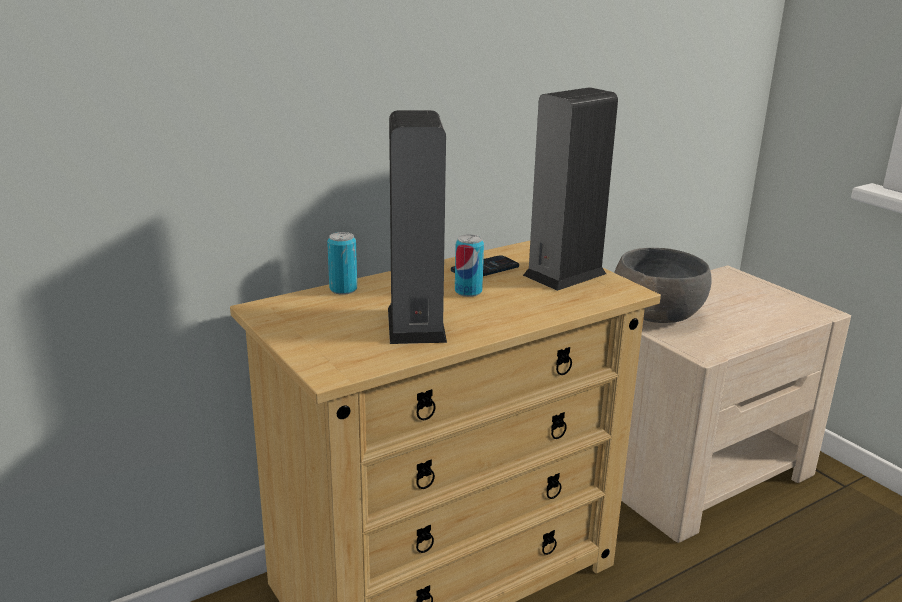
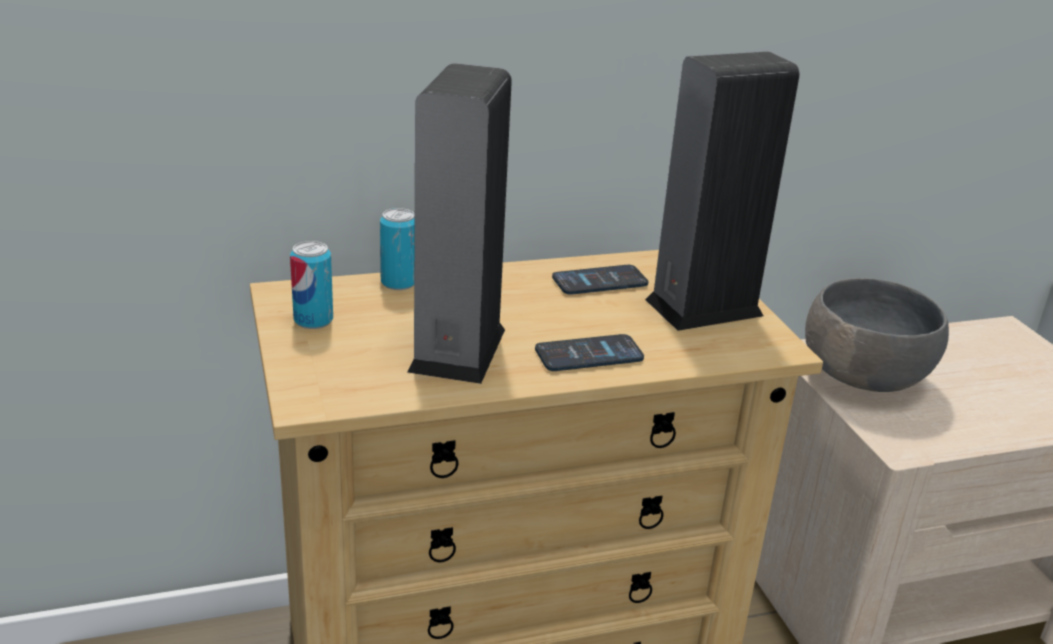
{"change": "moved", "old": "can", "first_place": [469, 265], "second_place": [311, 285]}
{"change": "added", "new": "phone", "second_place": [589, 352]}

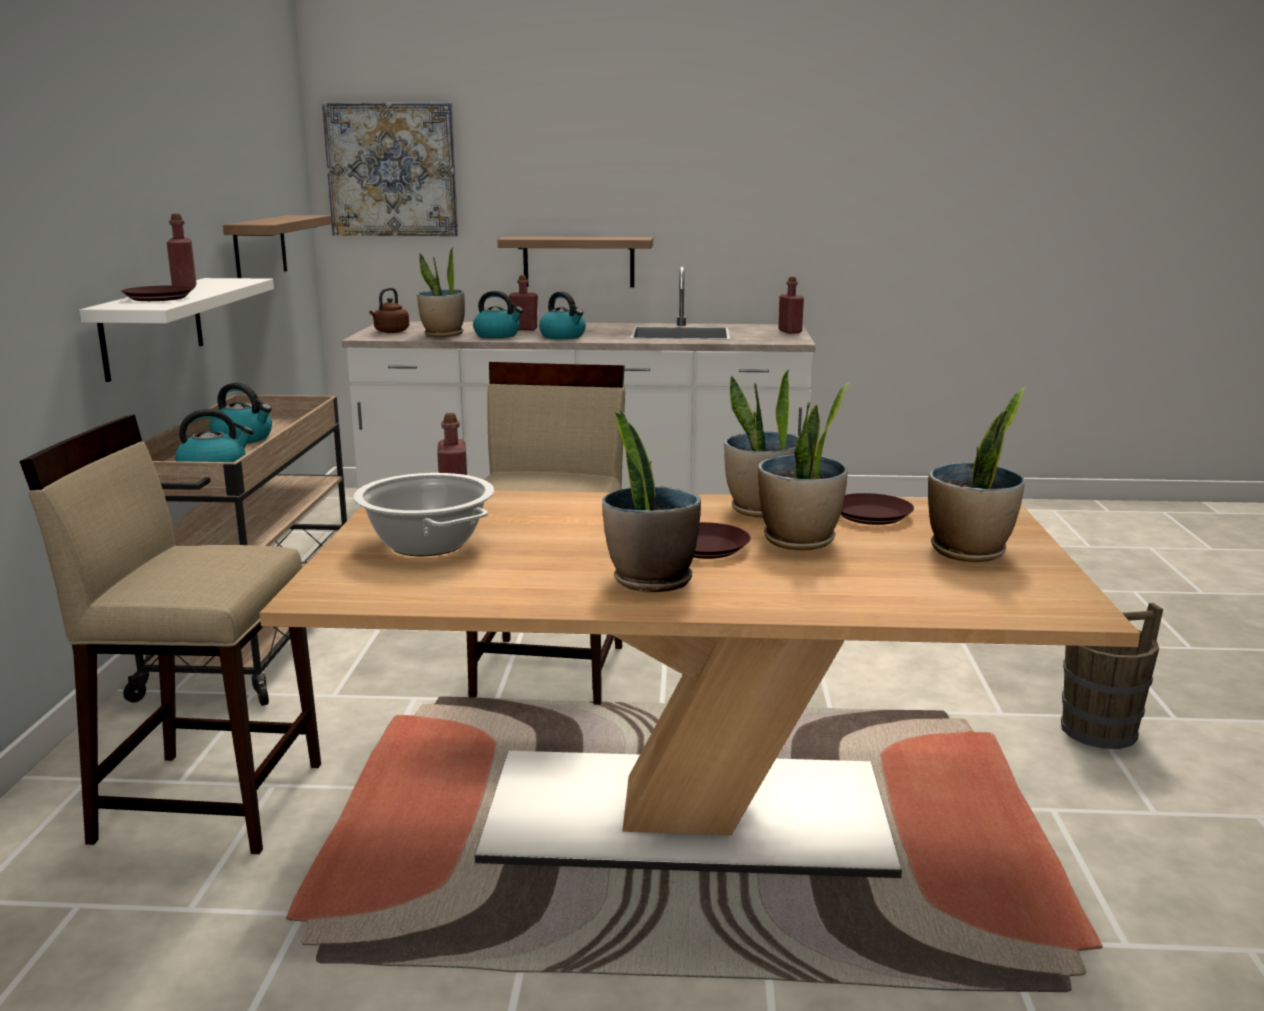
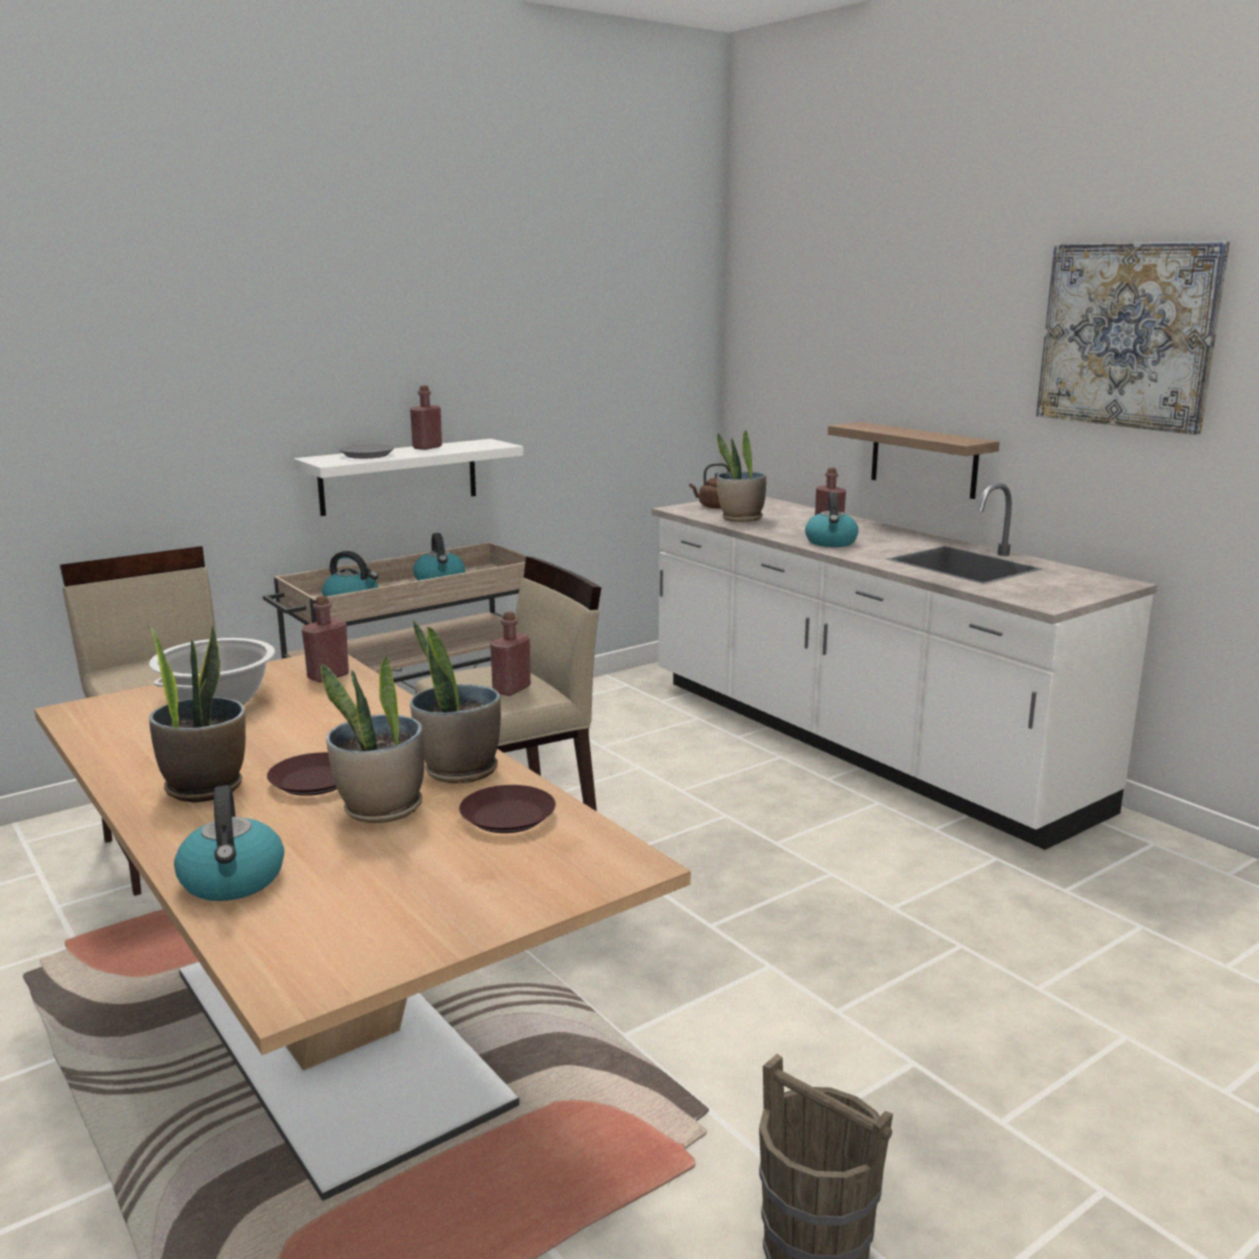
{"change": "recoloured", "old": "brown plate", "new": "grey plate", "first_place": [157, 293], "second_place": [367, 451]}
{"change": "removed", "old": "shelf", "first_place": [277, 246]}
{"change": "moved", "old": "picture", "first_place": [390, 169], "second_place": [1133, 338]}
{"change": "moved", "old": "kettle", "first_place": [498, 314], "second_place": [229, 843]}
{"change": "moved", "old": "red bottle", "first_place": [791, 305], "second_place": [510, 653]}
{"change": "removed", "old": "potted plant", "first_place": [977, 474]}

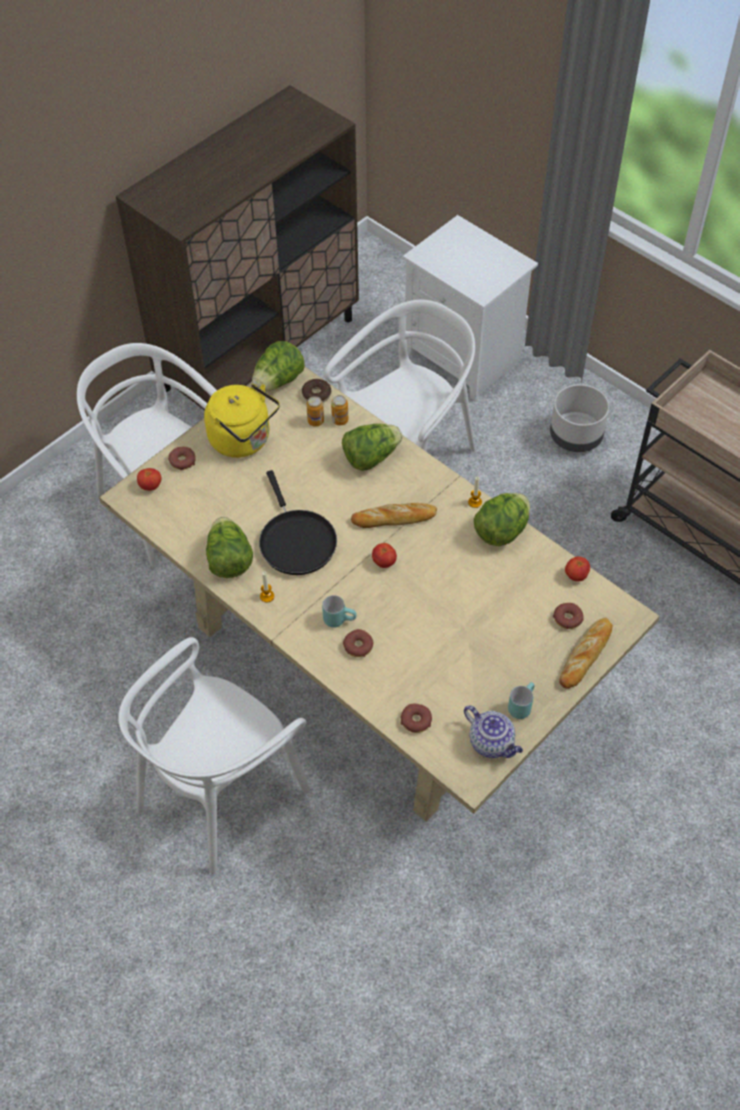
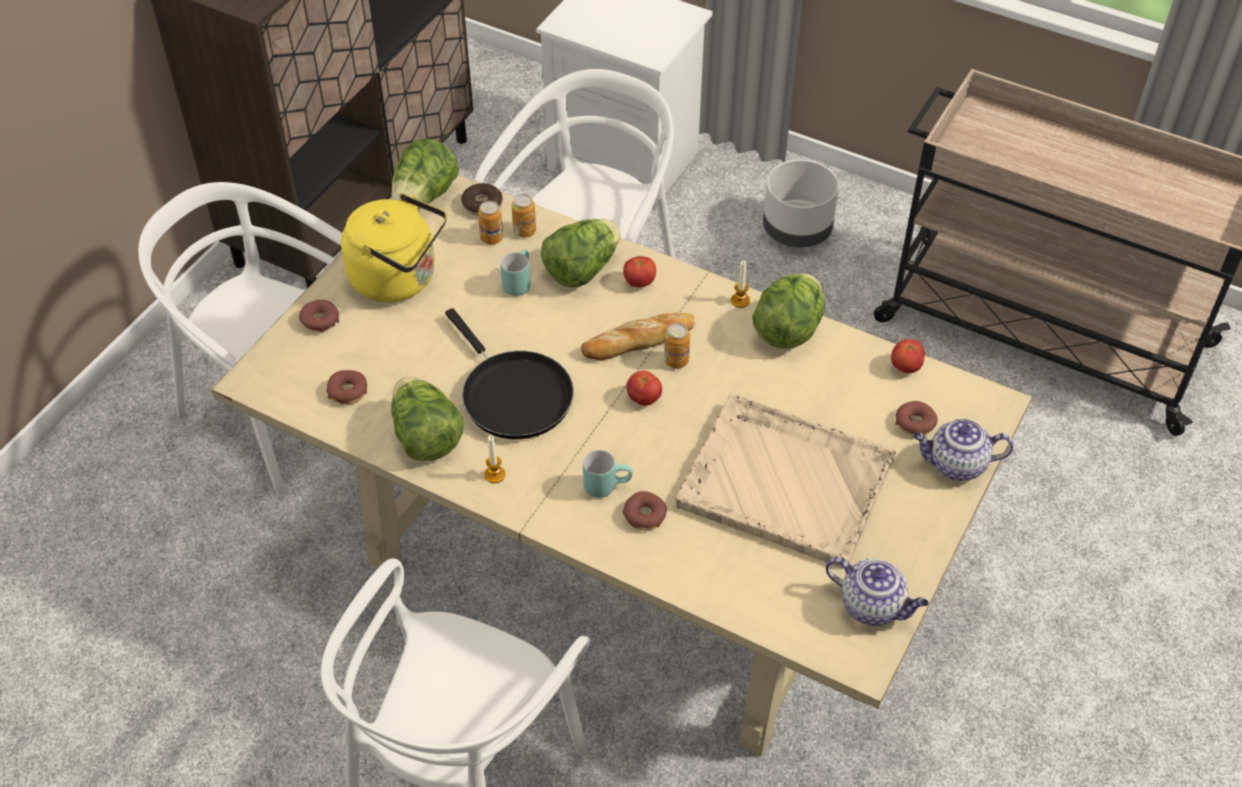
{"change": "moved", "old": "tomato", "first_place": [149, 479], "second_place": [639, 272]}
{"change": "moved", "old": "donut", "first_place": [416, 718], "second_place": [346, 387]}
{"change": "moved", "old": "turquoise mug", "first_place": [521, 700], "second_place": [515, 273]}
{"change": "replaced", "old": "bread", "new": "teapot", "first_place": [586, 653], "second_place": [963, 449]}
{"change": "added", "new": "can", "second_place": [677, 346]}
{"change": "added", "new": "beige tray", "second_place": [785, 481]}

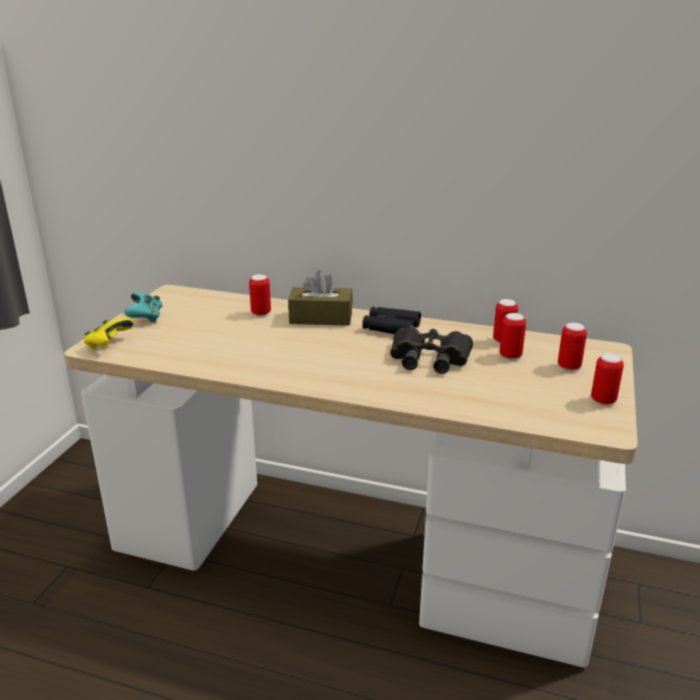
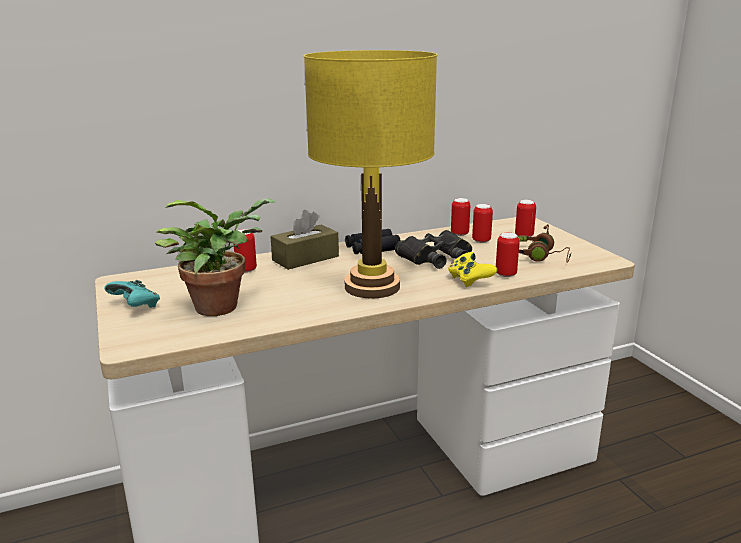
{"change": "moved", "old": "yellow game controller", "first_place": [109, 333], "second_place": [472, 269]}
{"change": "moved", "old": "can", "first_place": [607, 379], "second_place": [508, 255]}
{"change": "added", "new": "potted plant", "second_place": [216, 257]}
{"change": "added", "new": "yellow table lamp", "second_place": [370, 174]}
{"change": "added", "new": "brown headphones", "second_place": [544, 243]}

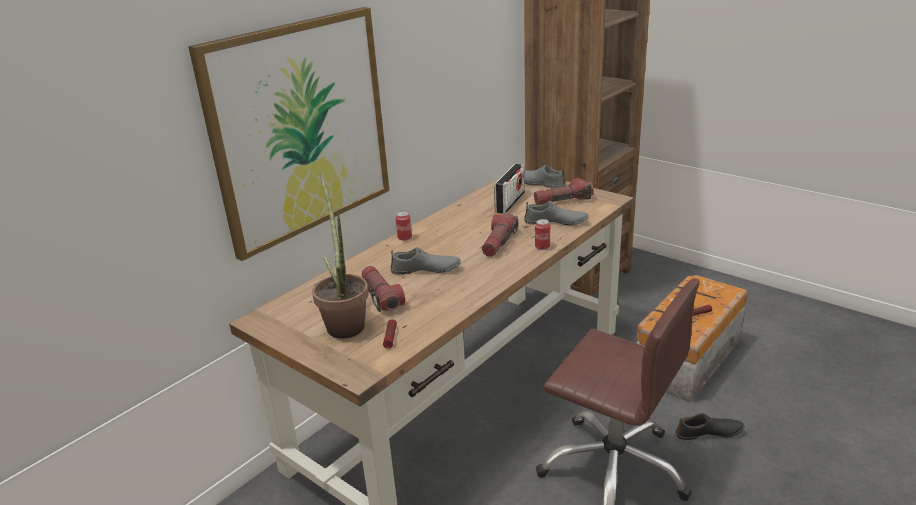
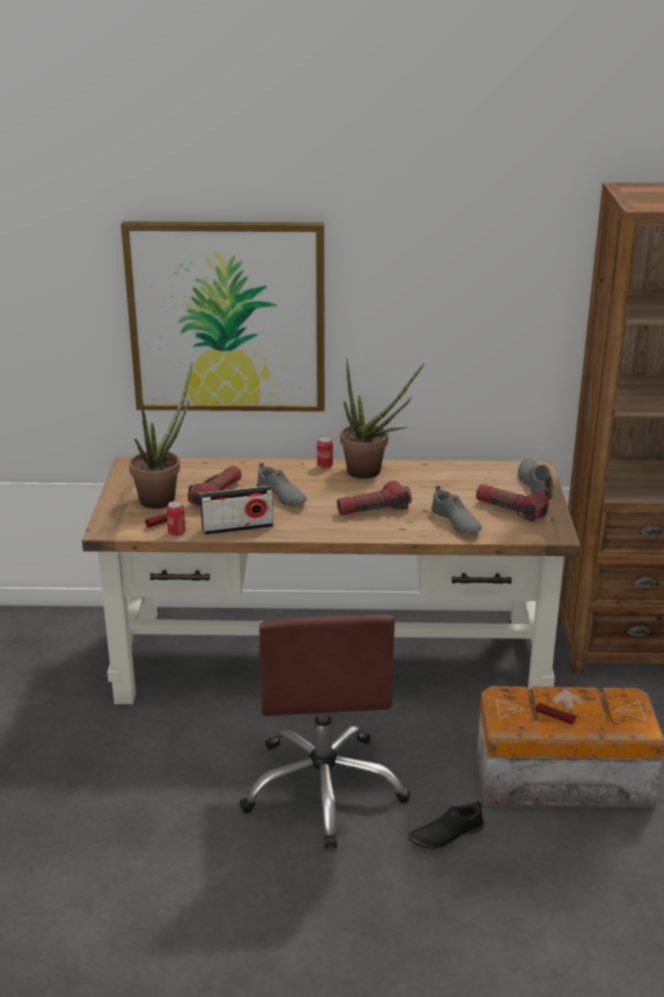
{"change": "moved", "old": "radio", "first_place": [509, 189], "second_place": [236, 510]}
{"change": "moved", "old": "can", "first_place": [542, 234], "second_place": [176, 518]}
{"change": "turned", "old": "black shoe", "first_place": [709, 426], "second_place": [446, 824], "degrees": 105}
{"change": "added", "new": "potted plant", "second_place": [382, 419]}

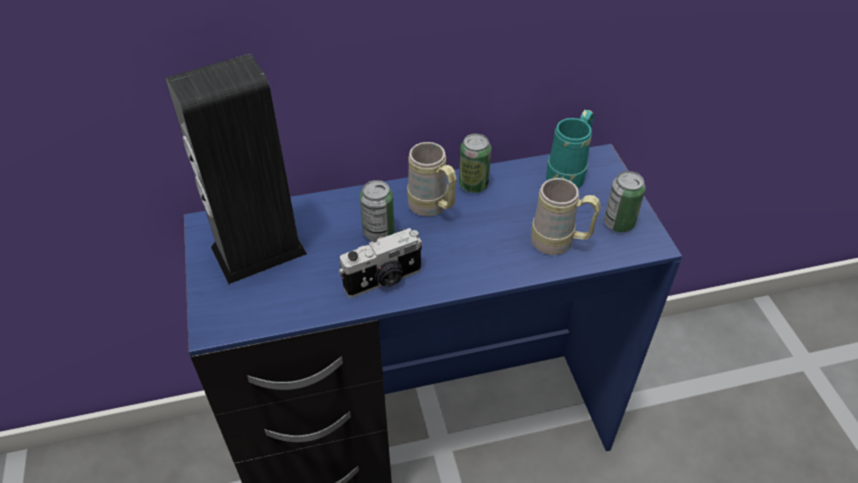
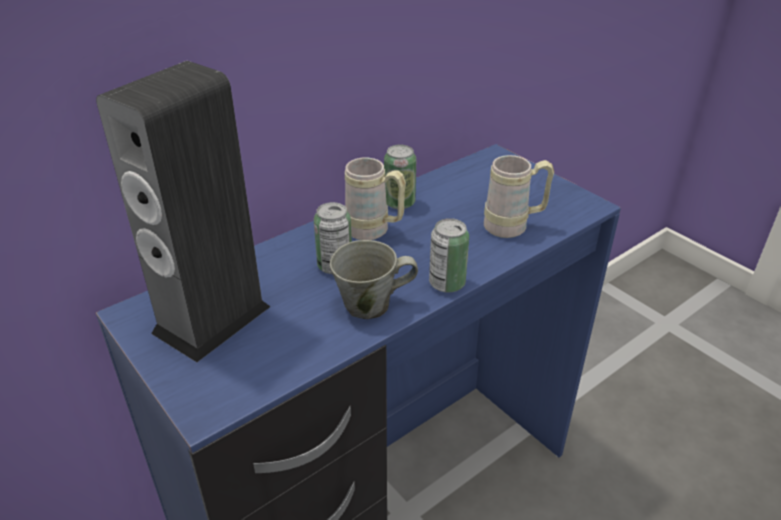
{"change": "replaced", "old": "photo camera", "new": "grey mug", "first_place": [381, 263], "second_place": [374, 279]}
{"change": "removed", "old": "turquoise mug", "first_place": [570, 149]}
{"change": "moved", "old": "can", "first_place": [624, 201], "second_place": [449, 255]}

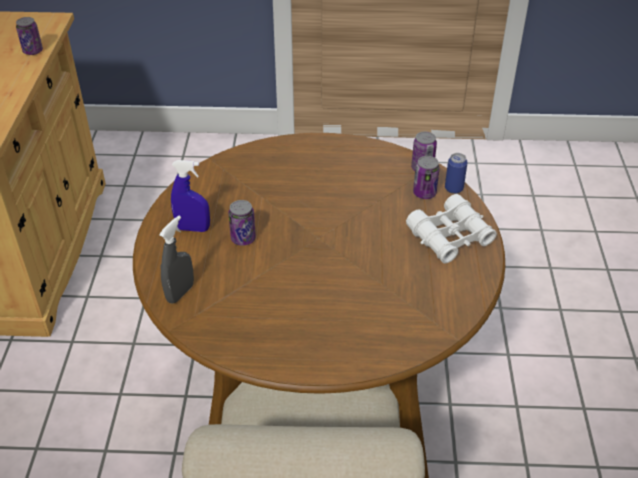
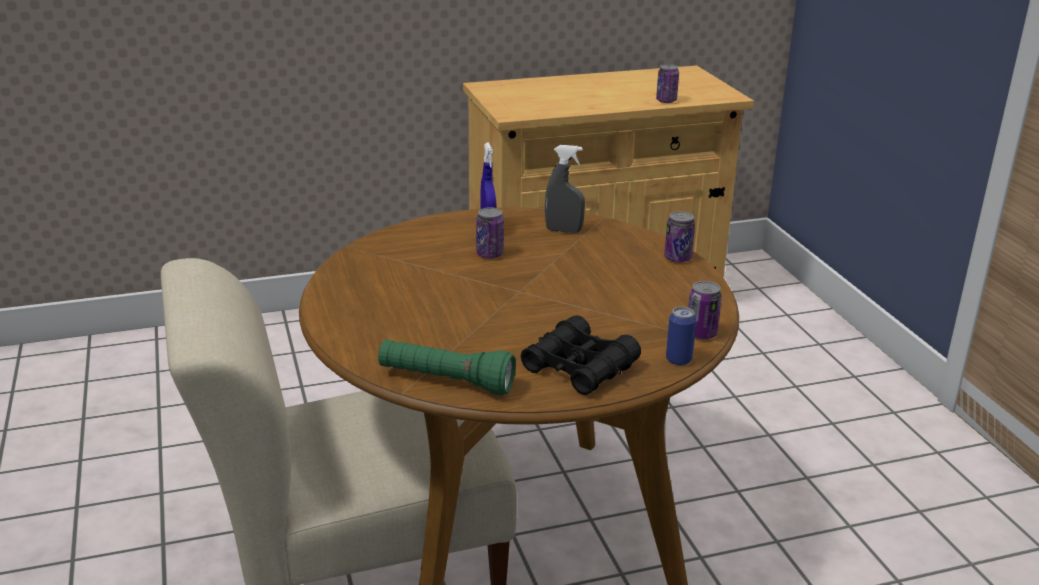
{"change": "moved", "old": "grey spray bottle", "first_place": [176, 260], "second_place": [565, 189]}
{"change": "recoloured", "old": "white binoculars", "new": "black binoculars", "first_place": [451, 229], "second_place": [581, 355]}
{"change": "moved", "old": "can", "first_place": [426, 177], "second_place": [679, 237]}
{"change": "added", "new": "green flashlight", "second_place": [447, 367]}

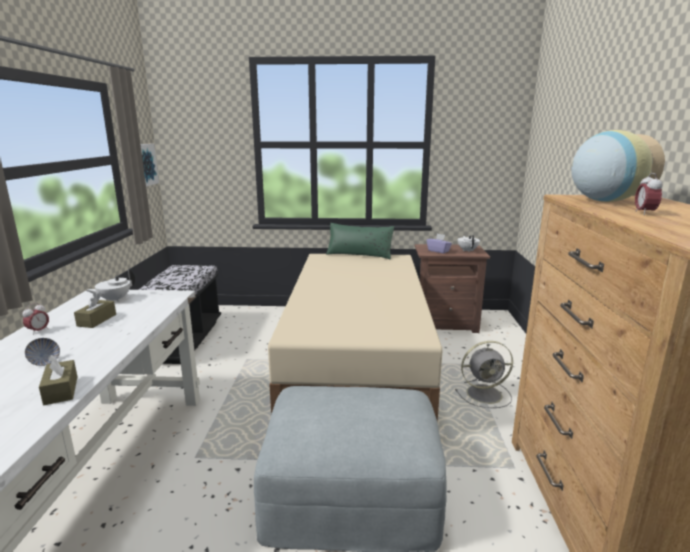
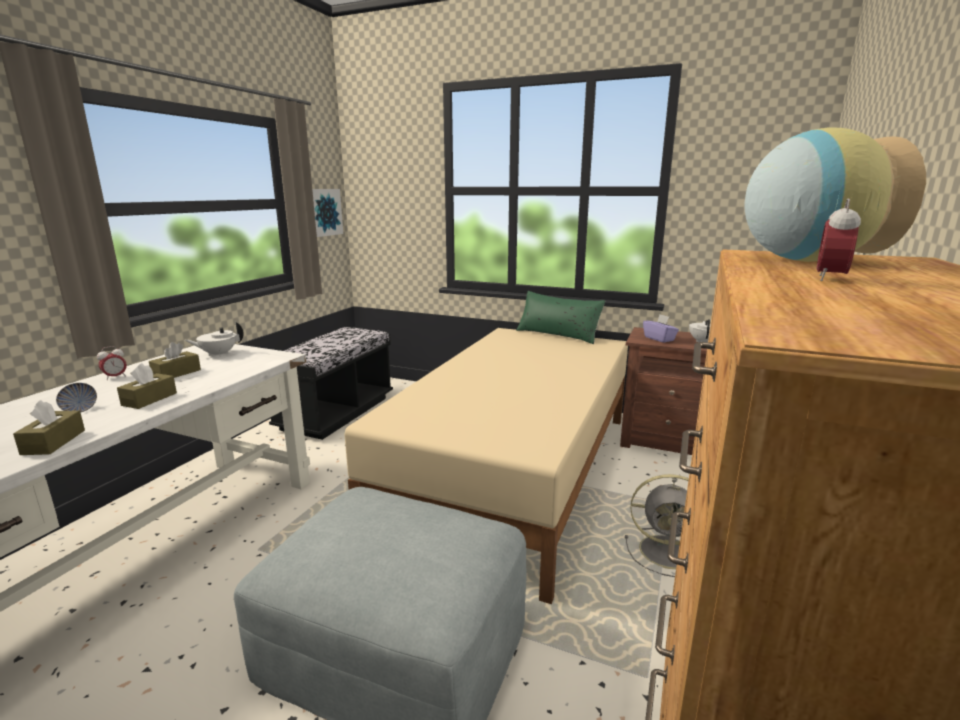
{"change": "added", "new": "brown tissue box", "second_place": [147, 386]}

